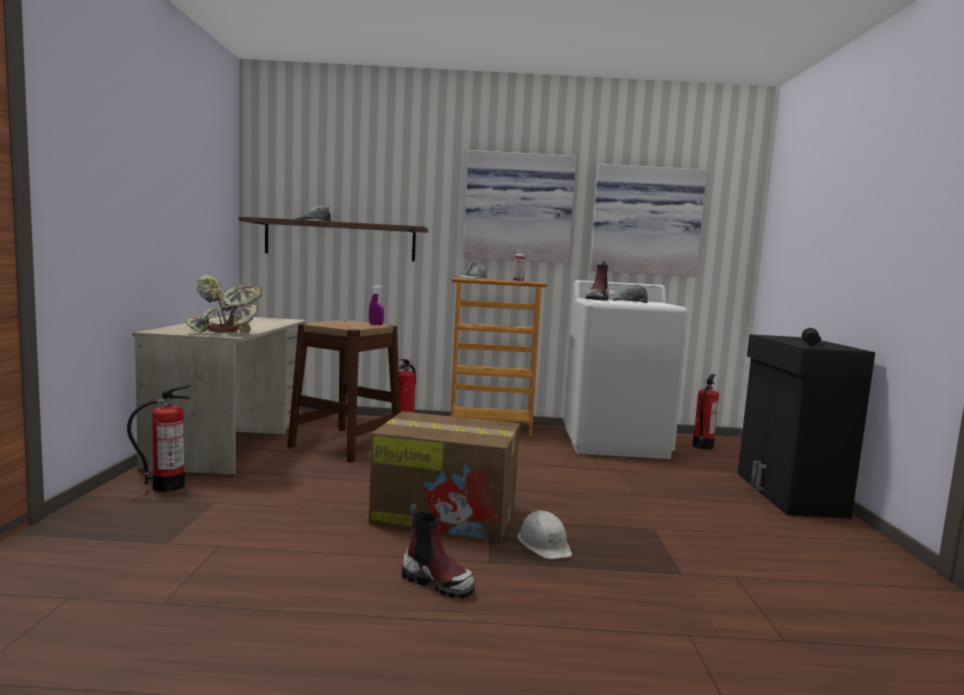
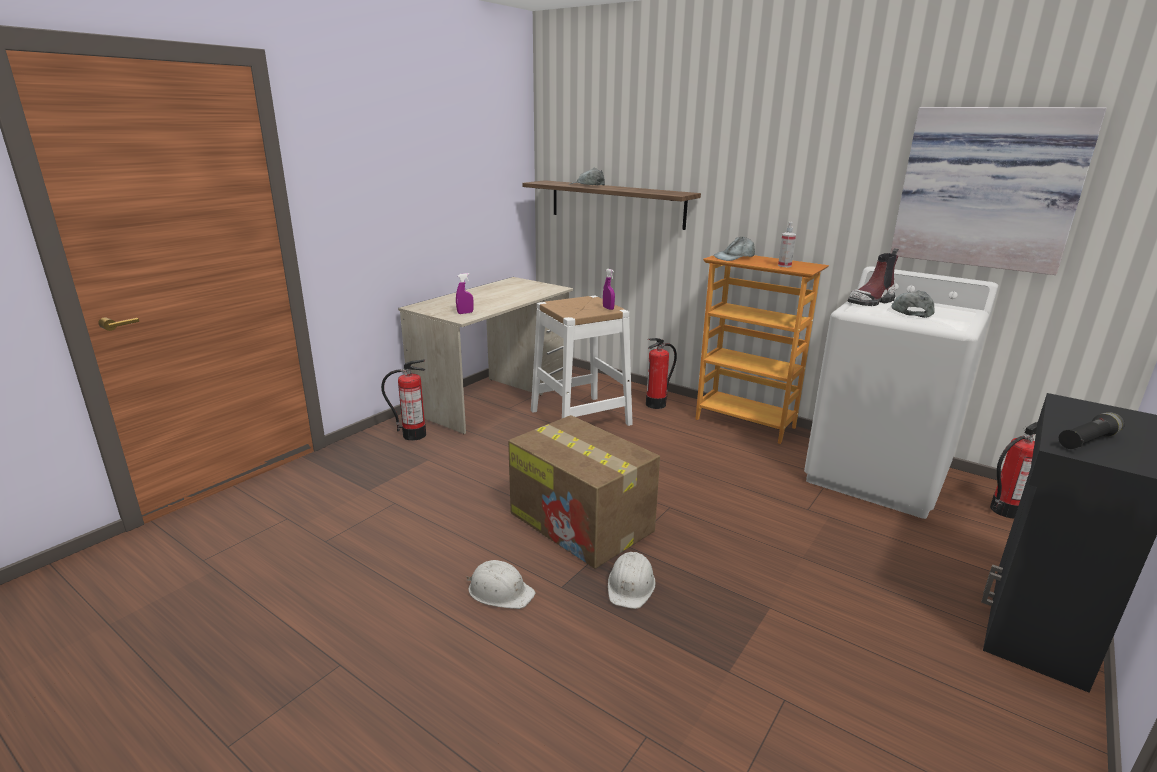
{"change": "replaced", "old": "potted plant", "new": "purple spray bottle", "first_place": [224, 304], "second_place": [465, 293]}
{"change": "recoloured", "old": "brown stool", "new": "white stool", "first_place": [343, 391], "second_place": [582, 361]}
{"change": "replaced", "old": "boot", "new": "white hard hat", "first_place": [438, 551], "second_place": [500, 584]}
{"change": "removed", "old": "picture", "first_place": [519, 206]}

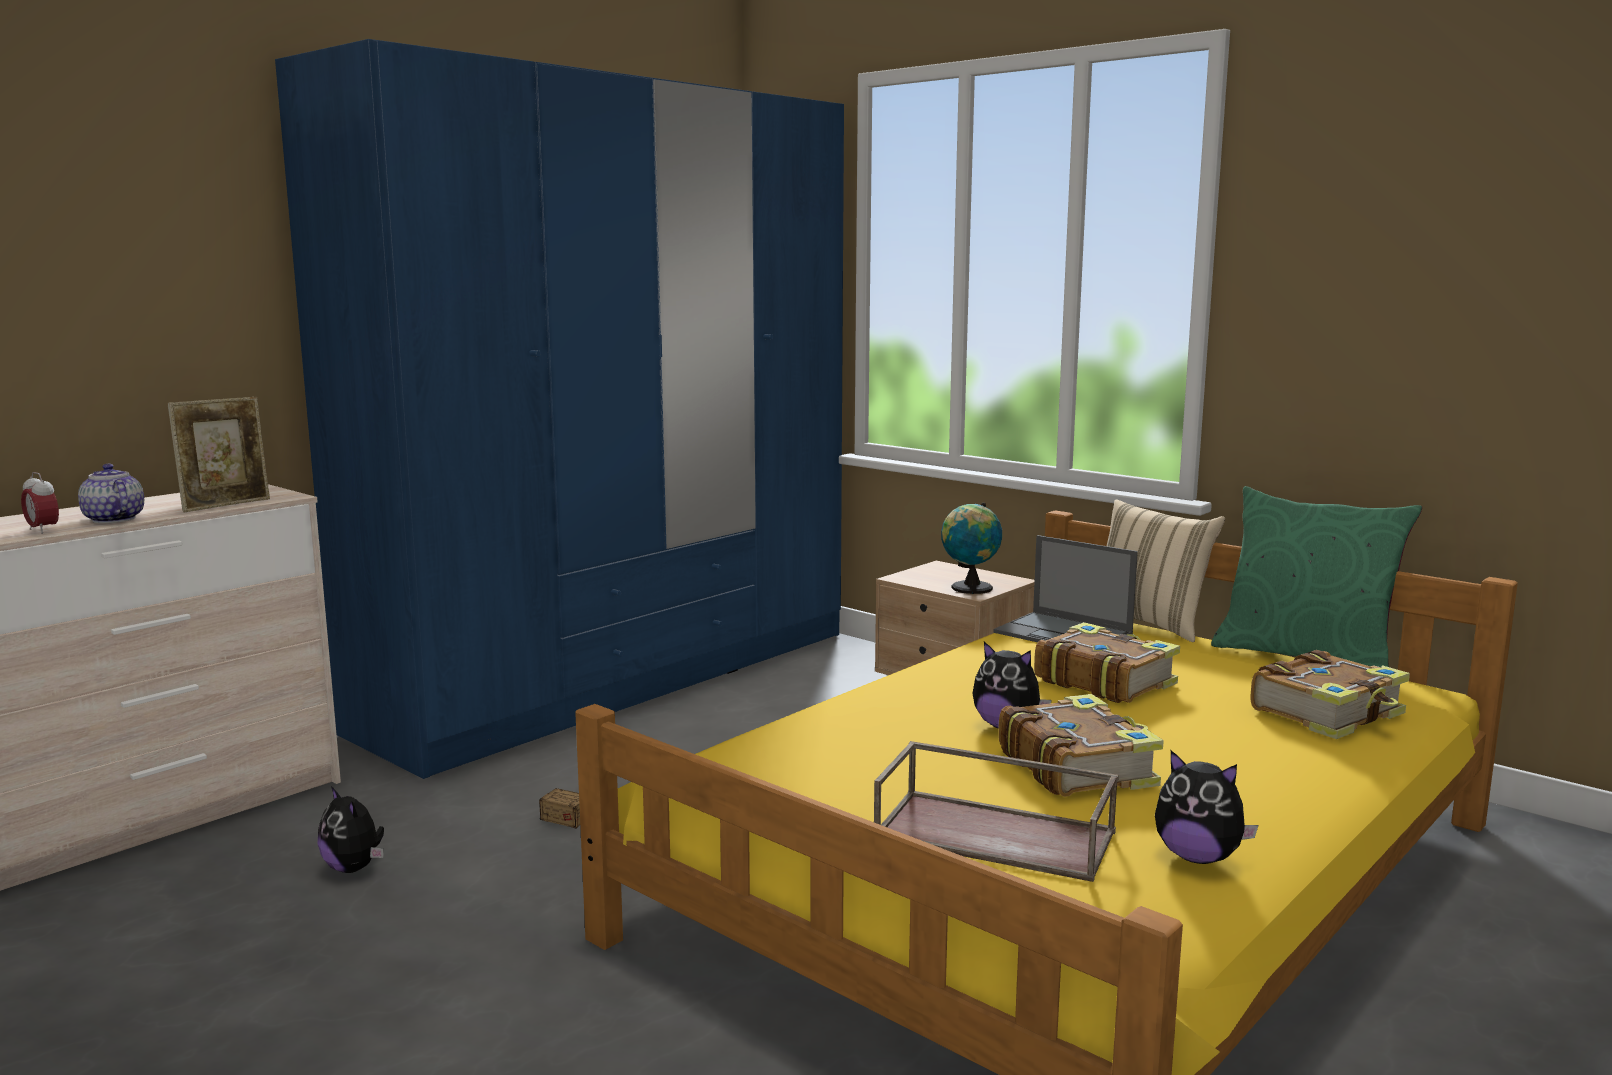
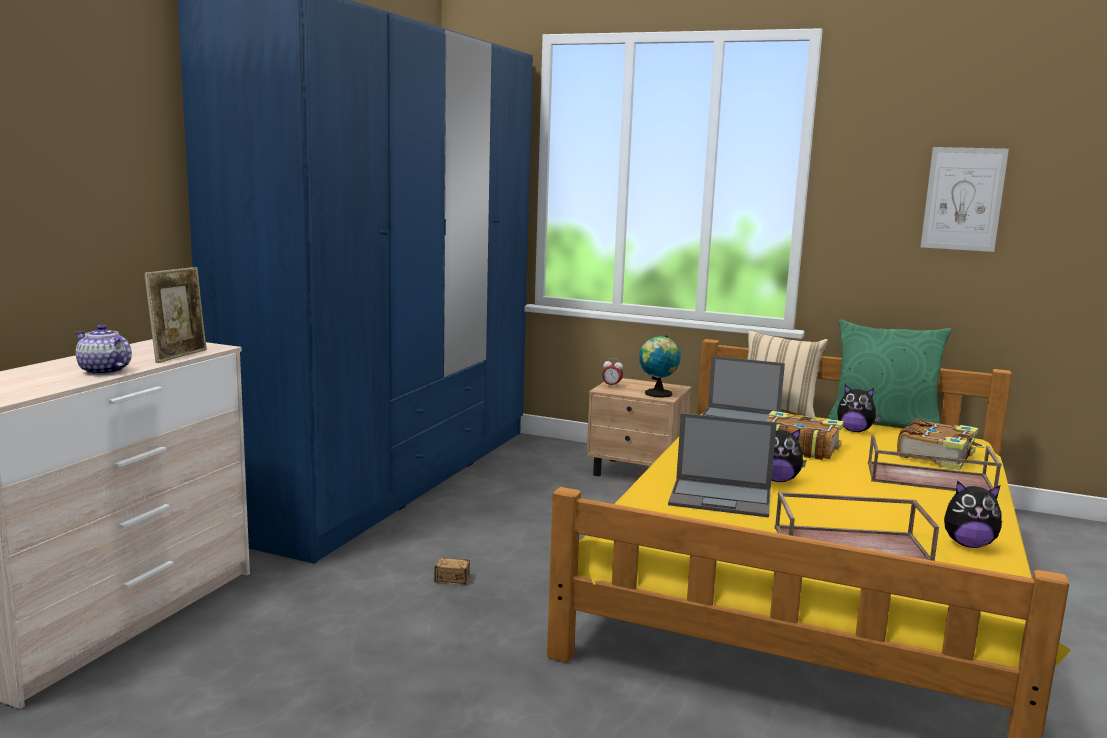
{"change": "moved", "old": "alarm clock", "first_place": [40, 503], "second_place": [612, 372]}
{"change": "moved", "old": "plush toy", "first_place": [351, 829], "second_place": [858, 408]}
{"change": "removed", "old": "book", "first_place": [1081, 745]}
{"change": "added", "new": "laptop", "second_place": [722, 465]}
{"change": "added", "new": "brown tray", "second_place": [935, 462]}
{"change": "added", "new": "picture", "second_place": [965, 199]}

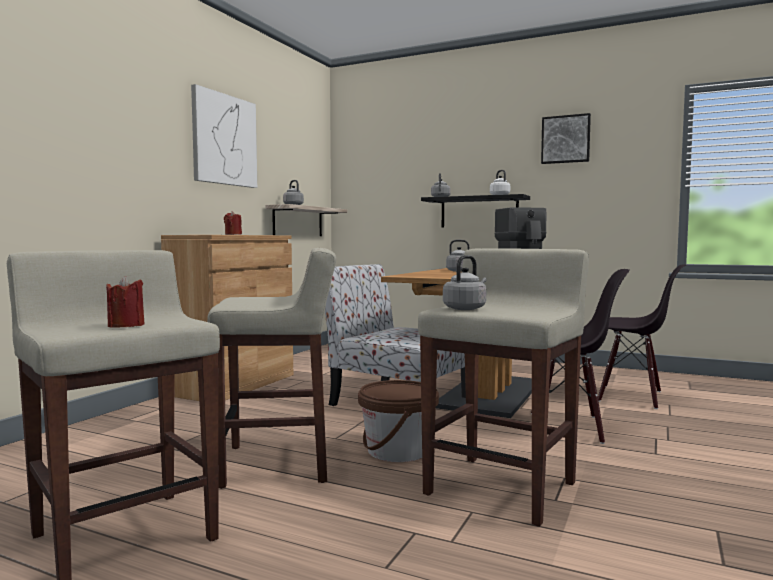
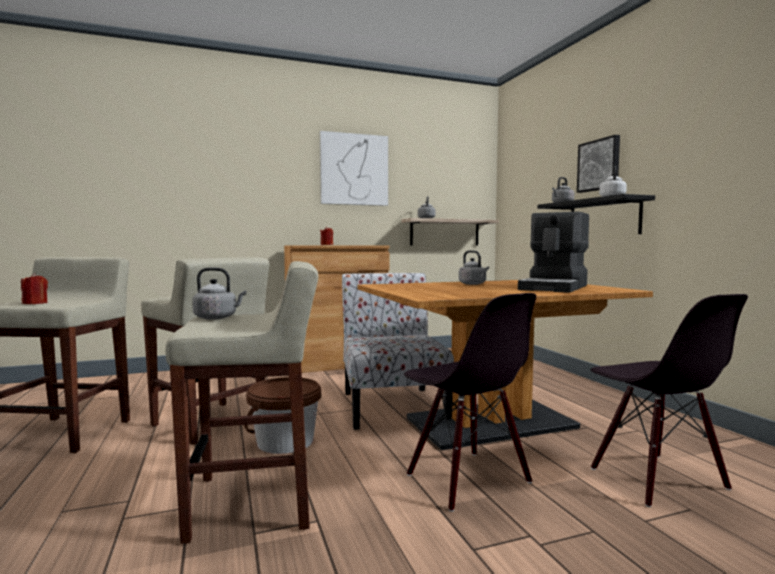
{"change": "moved", "old": "picture", "first_place": [566, 138], "second_place": [598, 164]}

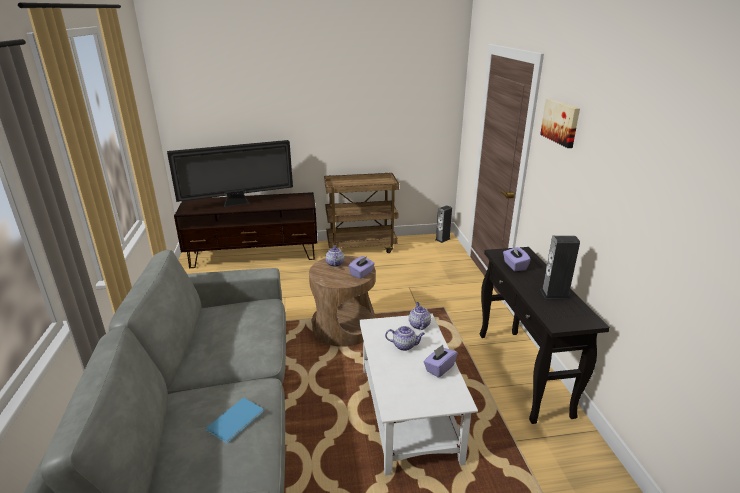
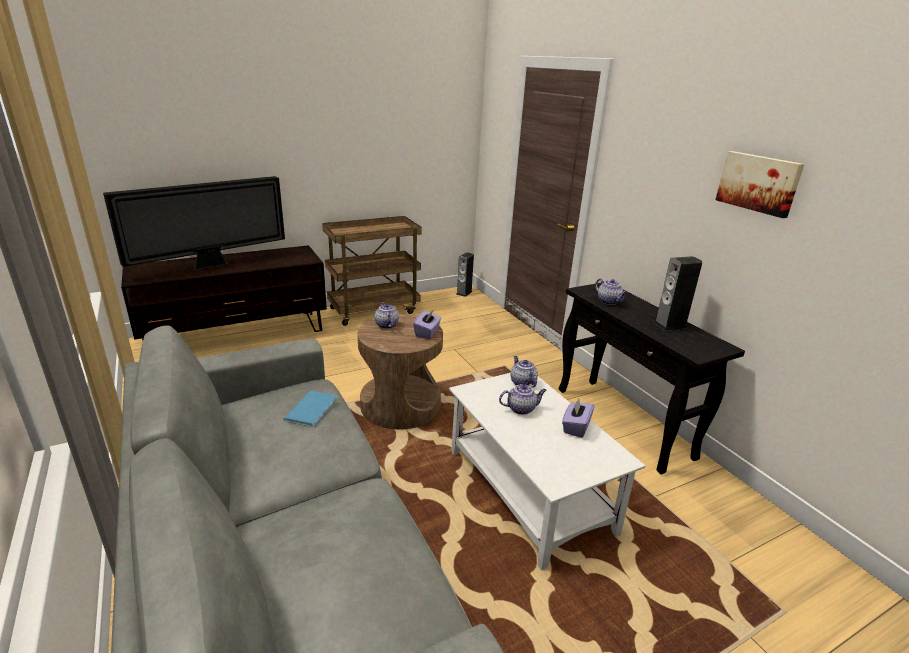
{"change": "moved", "old": "blue book", "first_place": [234, 421], "second_place": [310, 408]}
{"change": "replaced", "old": "purple tissue box", "new": "teapot", "first_place": [517, 258], "second_place": [611, 292]}
{"change": "moved", "old": "picture", "first_place": [560, 123], "second_place": [760, 184]}

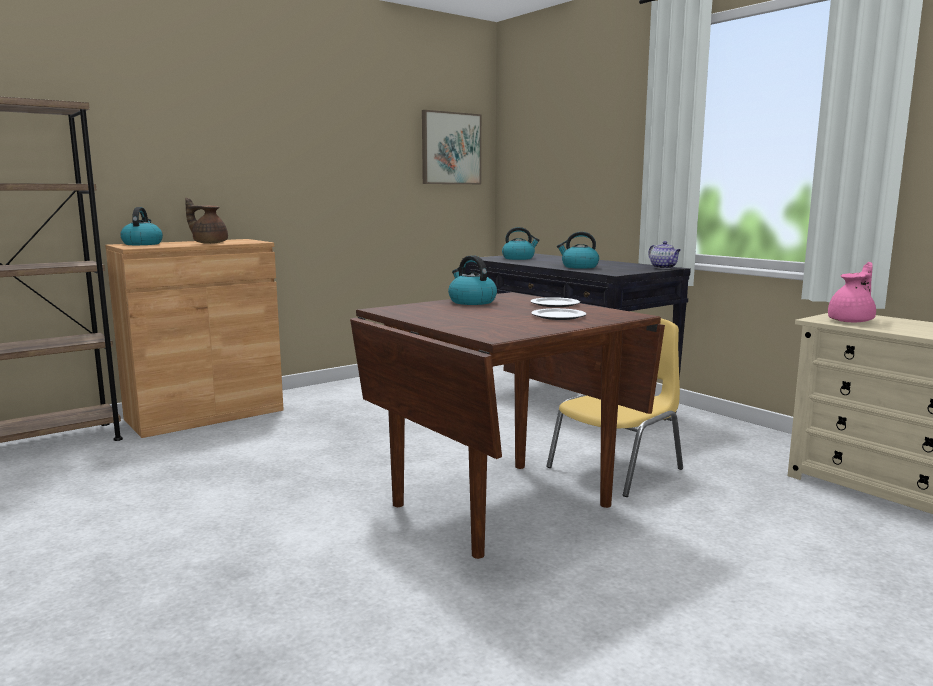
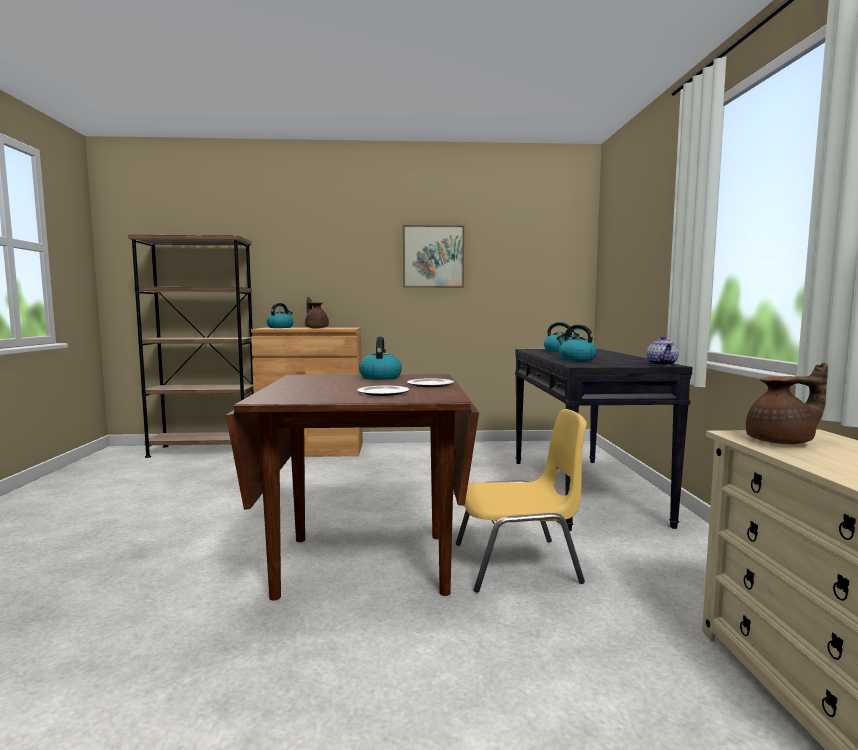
{"change": "moved", "old": "picture", "first_place": [451, 147], "second_place": [433, 256]}
{"change": "recoloured", "old": "pink teapot", "new": "brown teapot", "first_place": [852, 292], "second_place": [787, 403]}

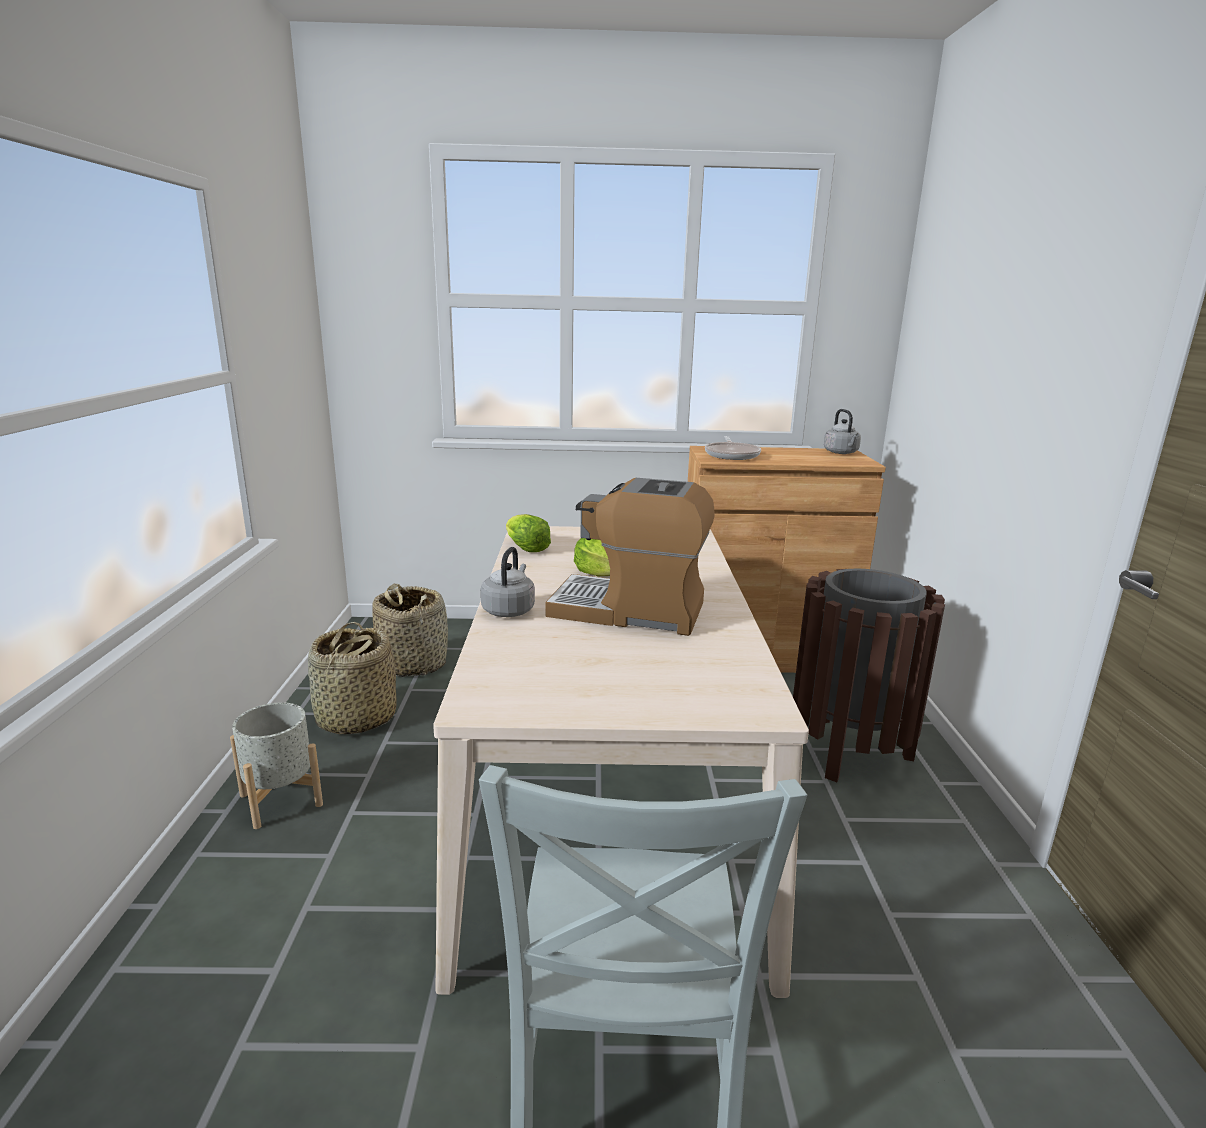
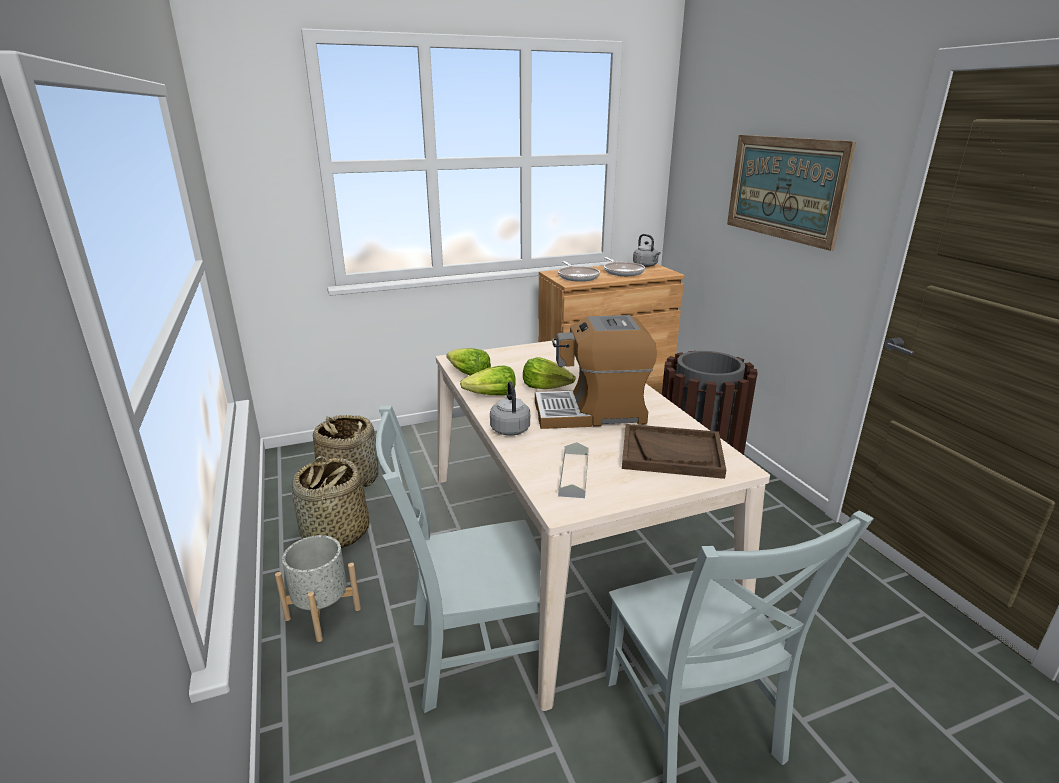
{"change": "added", "new": "grey chair", "second_place": [458, 559]}
{"change": "added", "new": "lettuce", "second_place": [488, 380]}
{"change": "added", "new": "grey tray", "second_place": [573, 470]}
{"change": "added", "new": "frying pan", "second_place": [624, 266]}
{"change": "added", "new": "brown tray", "second_place": [674, 451]}
{"change": "added", "new": "picture", "second_place": [791, 193]}

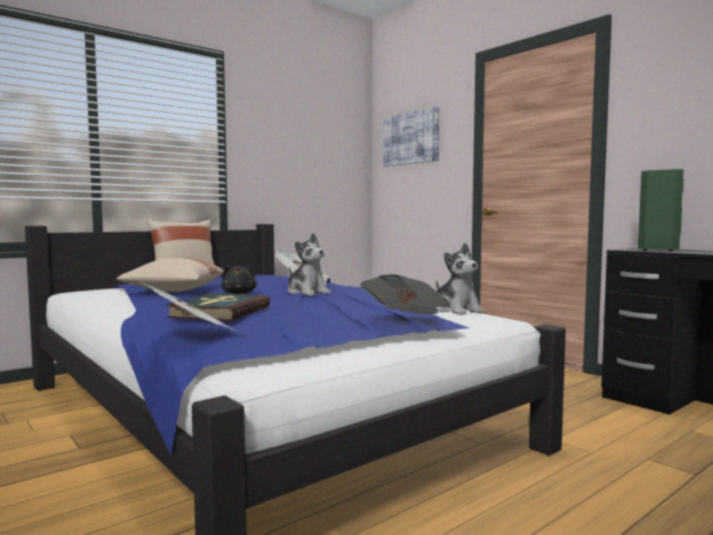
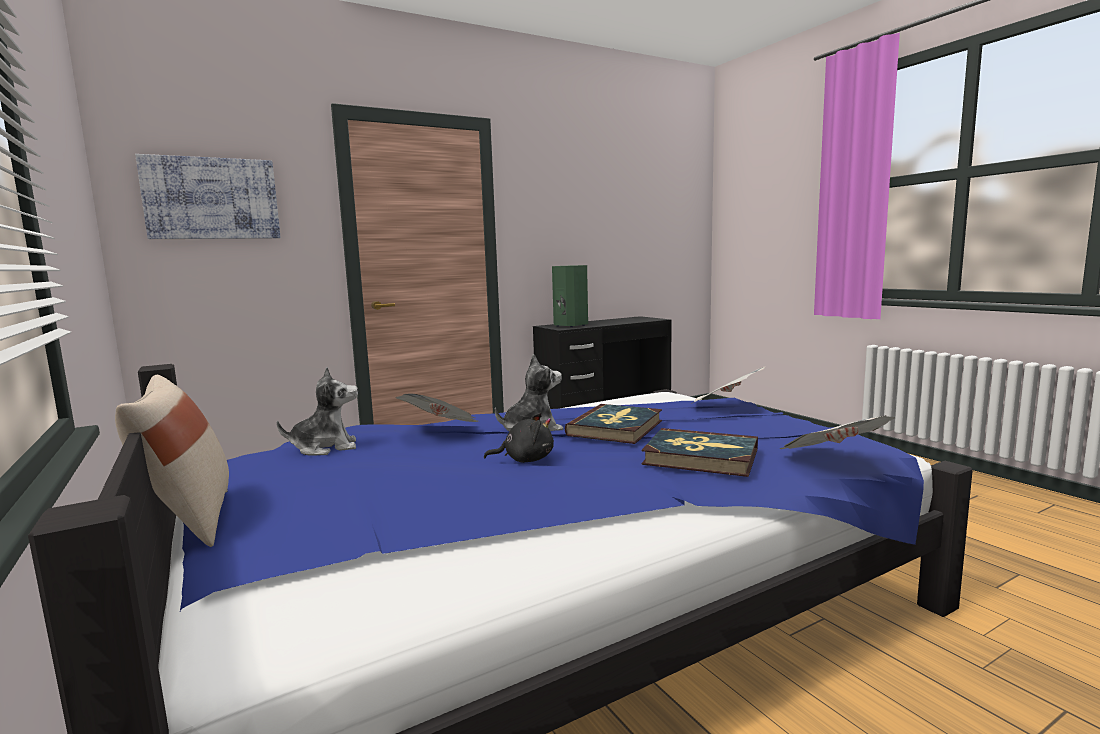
{"change": "removed", "old": "beige pillow", "first_place": [170, 275]}
{"change": "moved", "old": "plush toy", "first_place": [460, 279], "second_place": [317, 411]}
{"change": "added", "new": "book", "second_place": [613, 424]}

